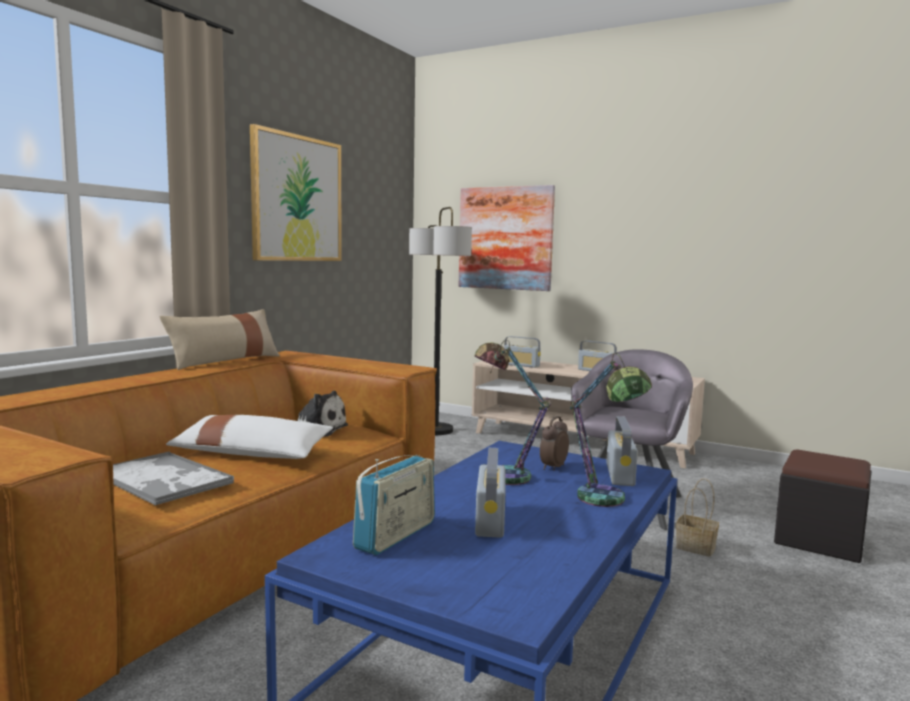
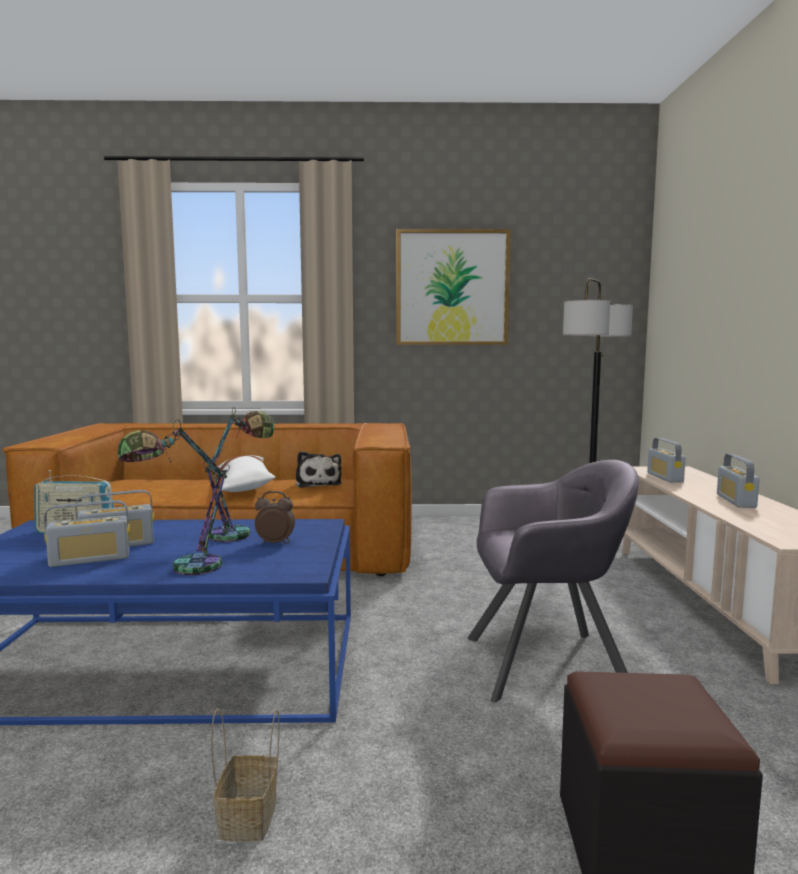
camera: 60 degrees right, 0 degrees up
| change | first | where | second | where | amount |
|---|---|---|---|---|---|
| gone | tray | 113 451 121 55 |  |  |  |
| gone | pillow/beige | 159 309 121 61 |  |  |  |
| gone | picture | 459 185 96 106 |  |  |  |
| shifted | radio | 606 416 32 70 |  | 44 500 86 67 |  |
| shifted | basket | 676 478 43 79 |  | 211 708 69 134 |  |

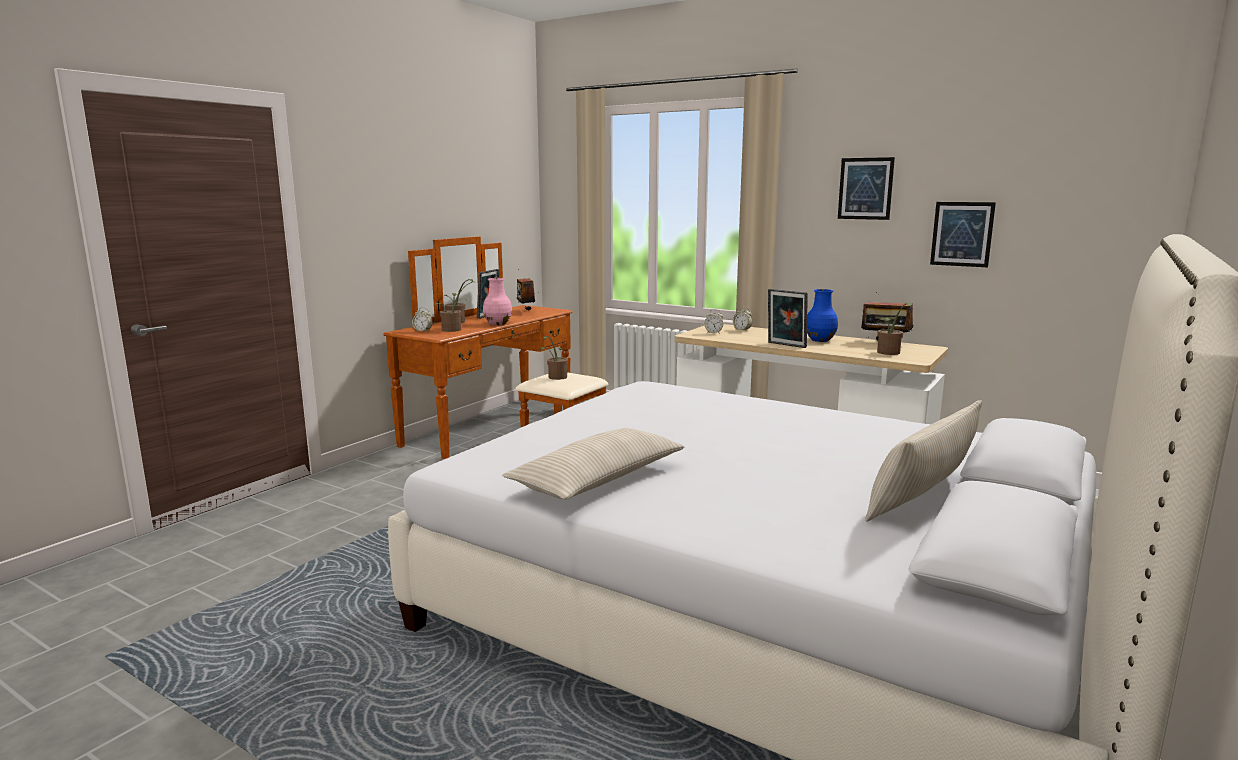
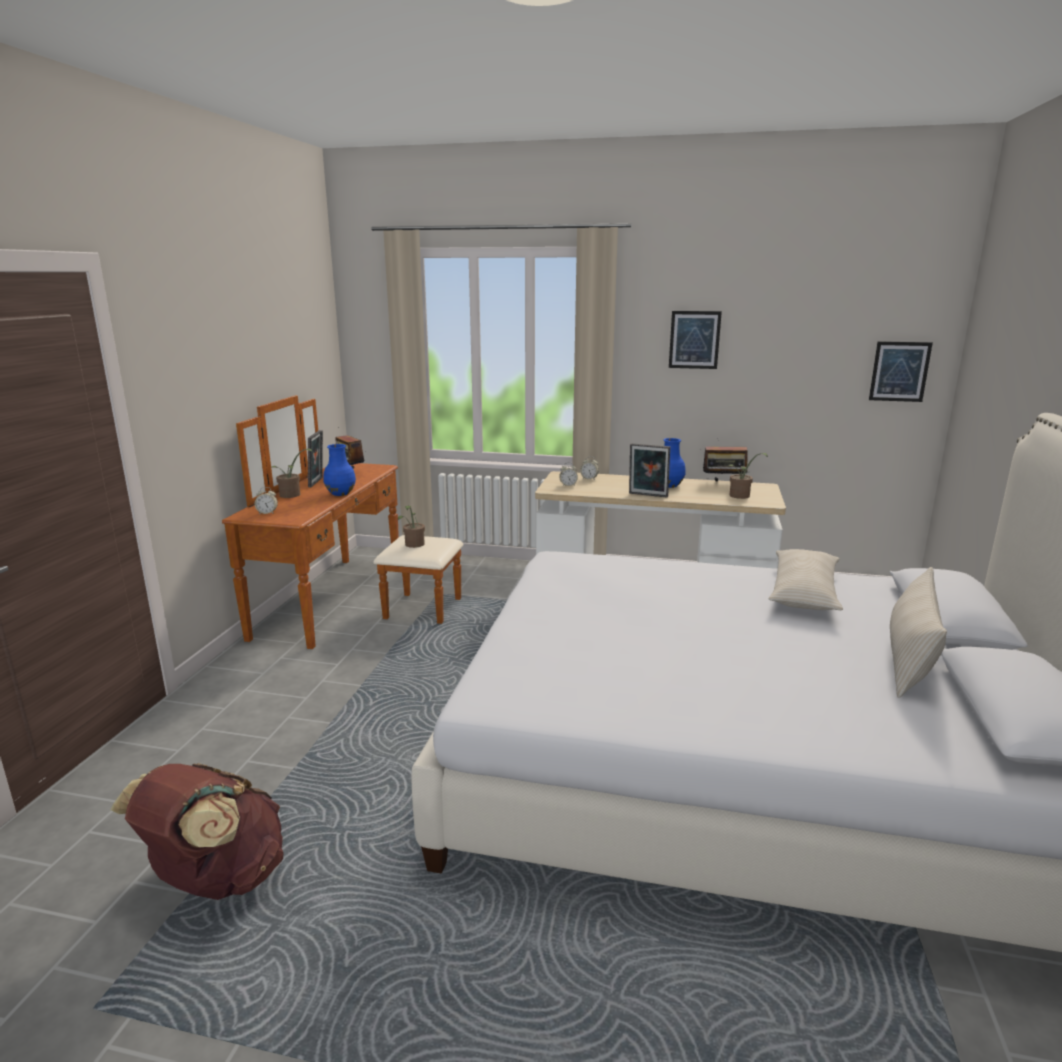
camera: 20 degrees left, 5 degrees up
| change | first | where | second | where | amount |
|---|---|---|---|---|---|
| gone | potted plant | 434 282 45 50 |  |  |  |
| new |  |  | backpack/brown | 110 763 173 137 |  |
| shifted | pillow/beige | 502 428 183 71 |  | 769 549 74 61 |  |
| shifted | picture | 930 202 66 65 |  | 869 341 64 61 |  |
| repainted | vase/pink | 483 278 29 47 | vase/blue | 323 444 33 52 |  |

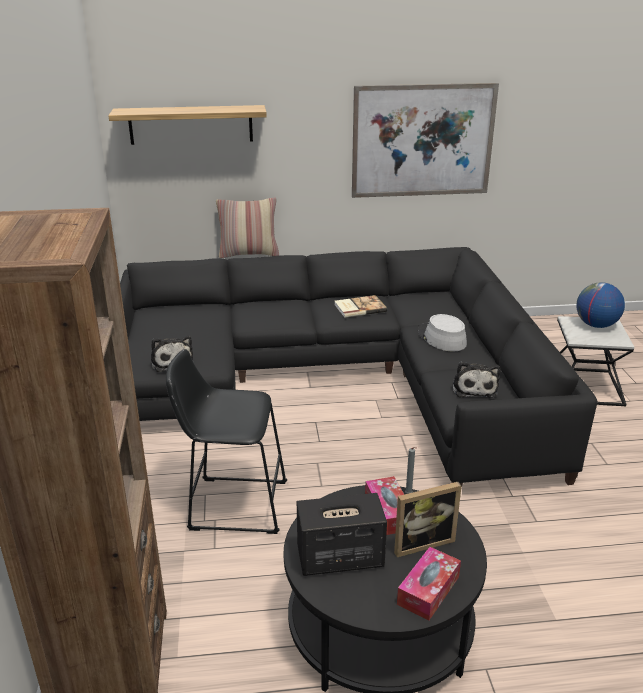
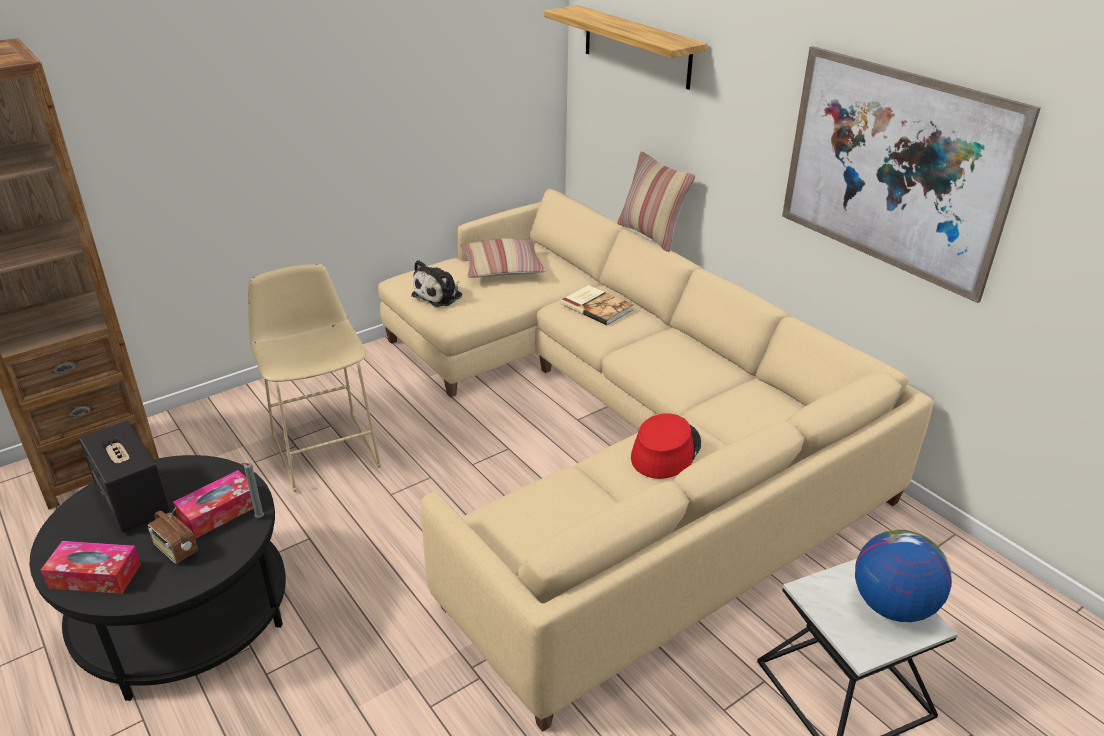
camera: 60 degrees right, 5 degrees up
| change | first | where | second | where | amount |
|---|---|---|---|---|---|
| gone | plush toy | 453 362 47 36 |  |  |  |
| new |  |  | pillow | 460 238 86 40 |  |
| shifted | book | 335 295 52 23 |  | 561 285 72 40 |  |
| swapped | picture frame | 394 482 67 75 | radio | 148 507 50 57 |  |
| repainted | sofa/black | 120 247 477 241 | sofa/beige | 378 189 556 543 |  |
| repainted | stool/black | 166 349 121 185 | stool/beige | 248 264 133 228 |  |
| repainted | hat/grey | 418 314 49 38 | hat/red | 631 413 70 66 |  |

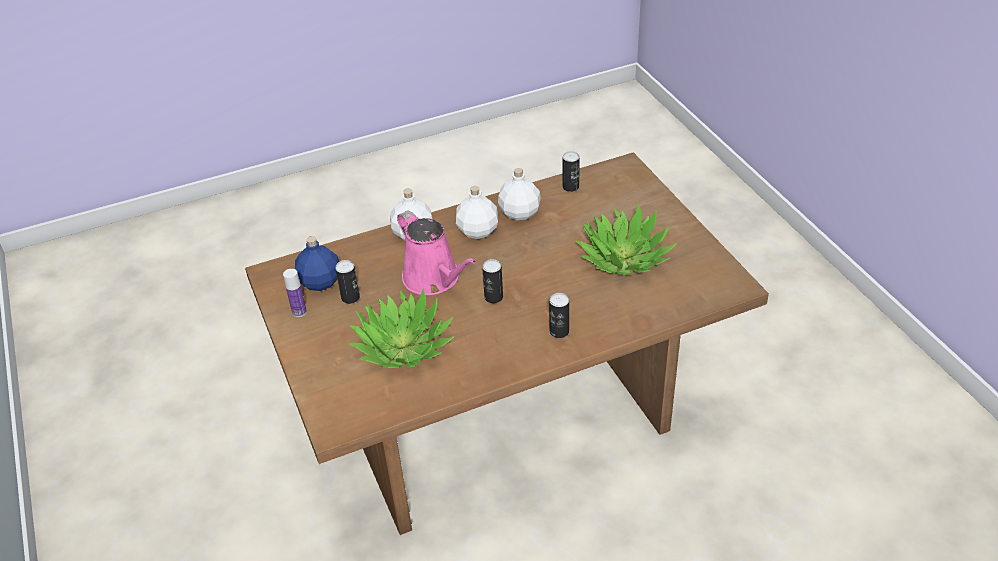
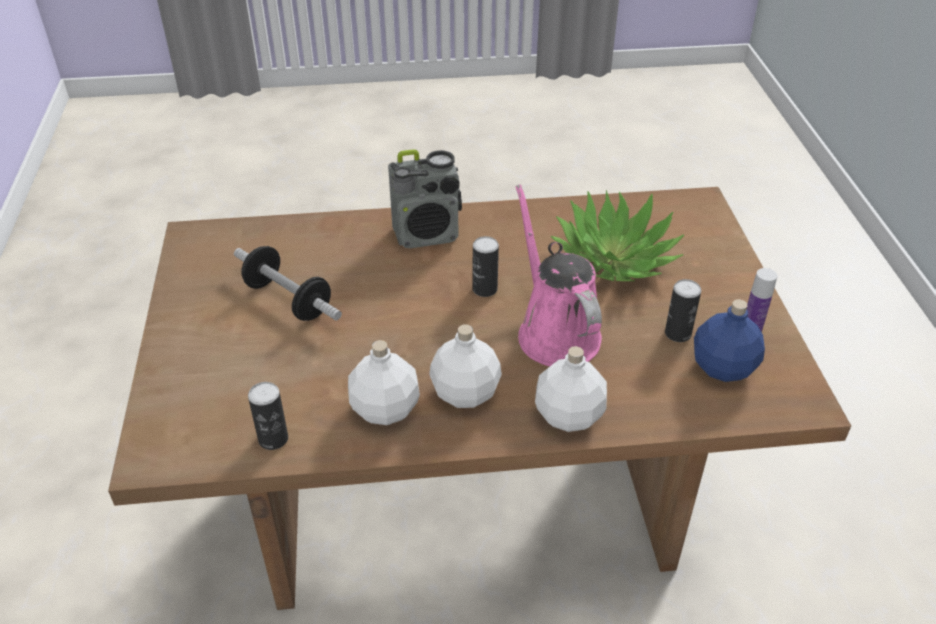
camera: 165 degrees left, 0 degrees up
| change | first | where | second | where | amount |
|---|---|---|---|---|---|
| swapped | can | 549 293 20 45 | radio | 388 149 74 99 |  |
| swapped | potted plant | 575 204 101 71 | dumbbell | 234 246 108 75 |  |

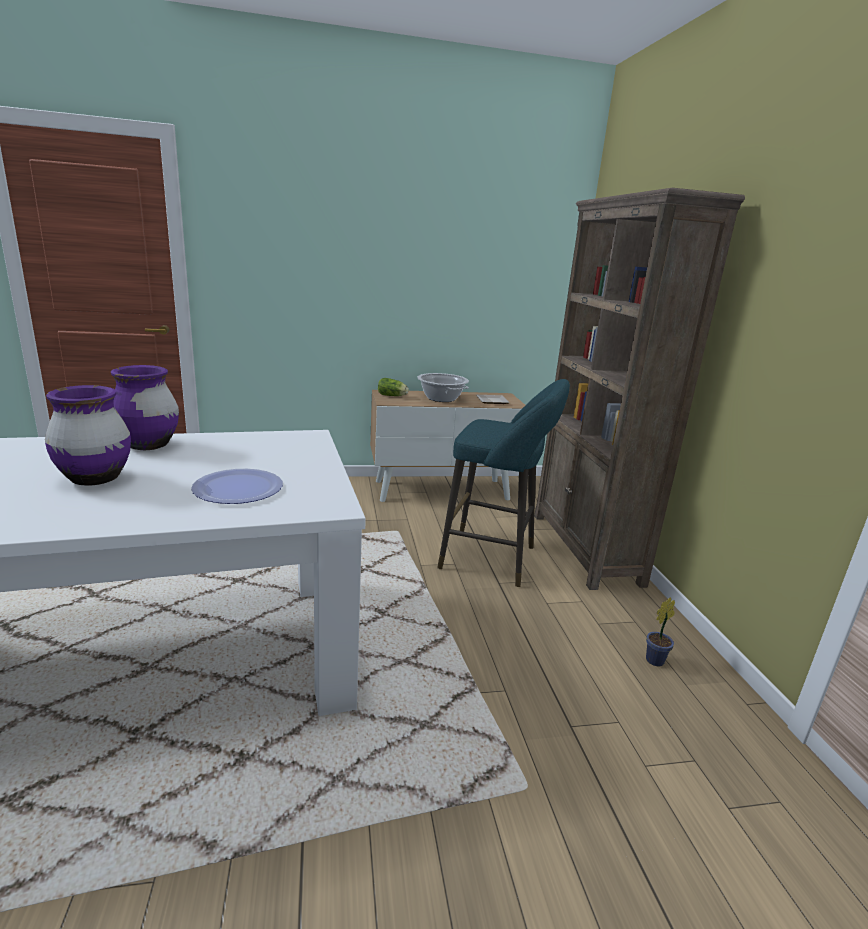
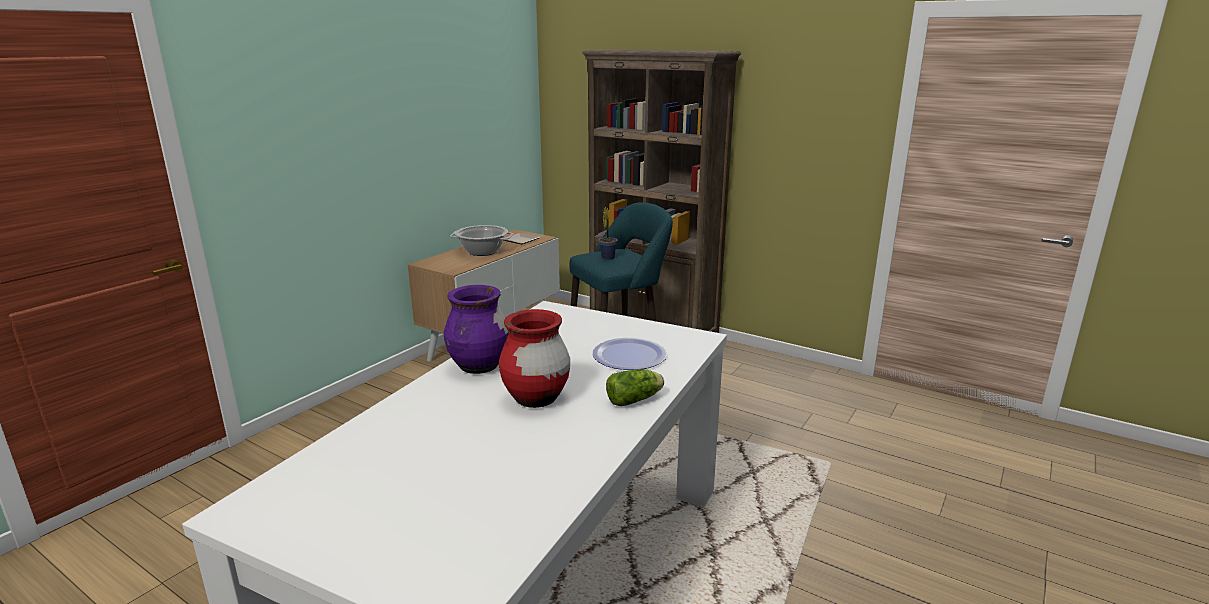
camera: 45 degrees left, 0 degrees up
| change | first | where | second | where | amount |
|---|---|---|---|---|---|
| shifted | lettuce | 378 378 31 18 |  | 606 369 58 37 |  |
| shifted | potted plant | 646 597 29 69 |  | 599 206 19 54 |  |
| repainted | vase/purple | 45 385 86 100 | vase/red | 499 309 71 99 |  |

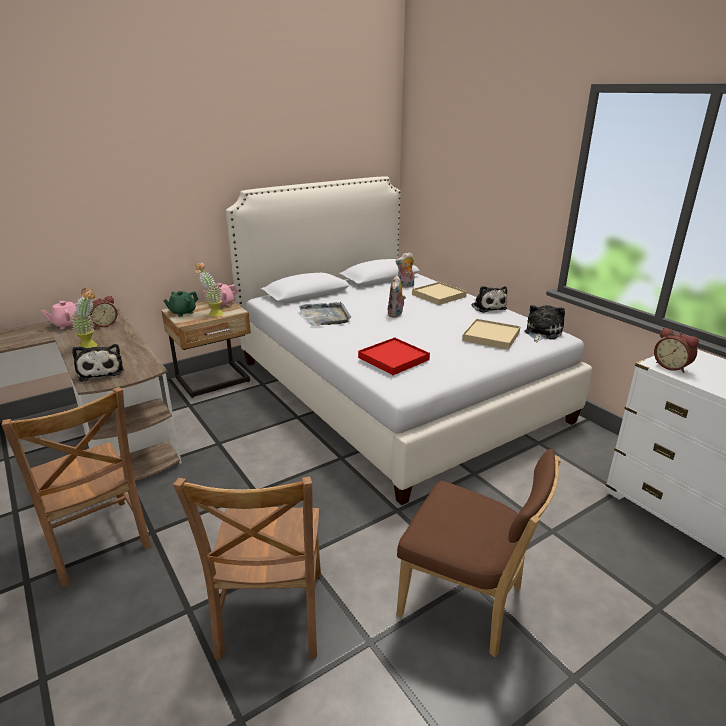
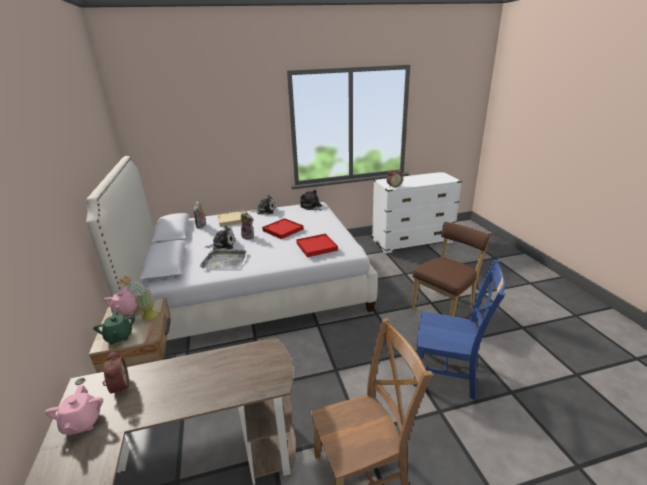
camera: 70 degrees left, 0 degrees up
| change | first | where | second | where | amount |
|---|---|---|---|---|---|
| gone | potted plant | 71 288 26 60 |  |  |  |
| gone | tray/beige | 462 319 59 31 |  |  |  |
| new |  |  | tray/red | 262 218 42 21 |  |
| shifted | plush toy | 72 344 52 38 |  | 204 225 31 25 |  |
| repainted | chair/brown | 173 476 148 184 | chair/blue | 413 260 93 140 |  |

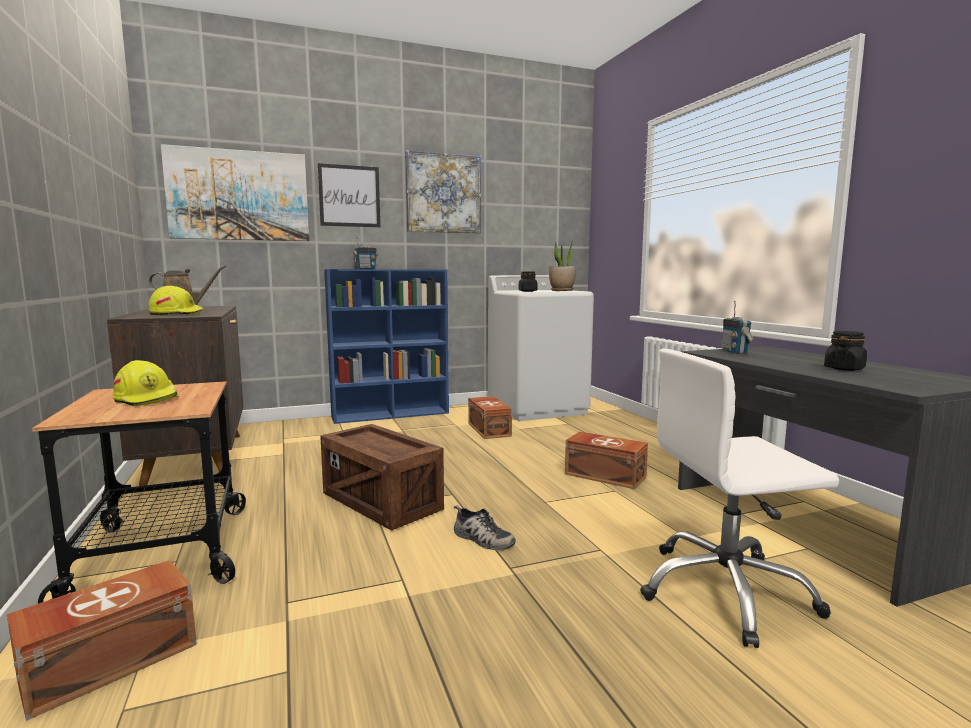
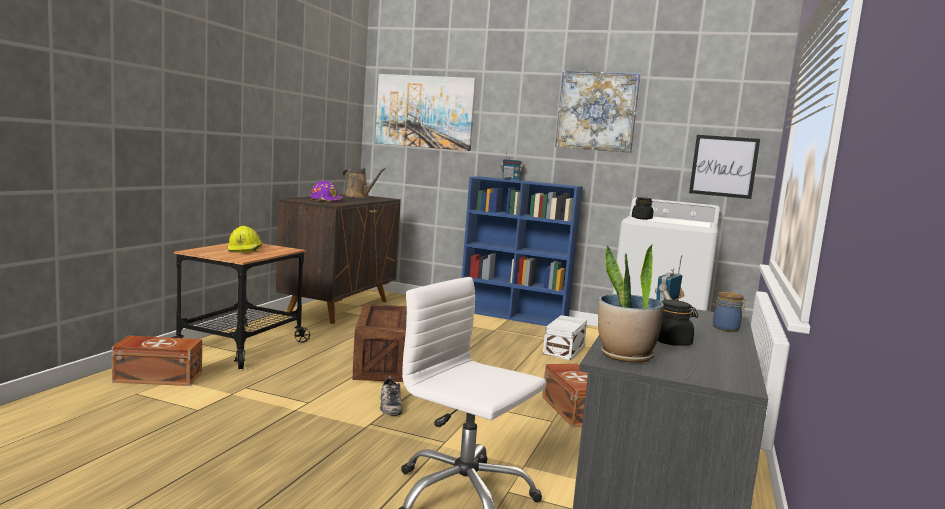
camera: 40 degrees right, 0 degrees up
| change | first | where | second | where | amount |
|---|---|---|---|---|---|
| new |  |  | jar | 713 292 34 40 |  |
| shifted | picture | 318 163 62 64 |  | 689 135 71 64 |  |
| shifted | potted plant | 549 240 27 51 |  | 598 245 66 118 |  |
| repainted | hard hat/yellow | 148 286 55 29 | hard hat/purple | 310 181 33 21 |  |
| repainted | storage box/brown | 468 396 44 43 | storage box/white | 543 315 44 45 |  |

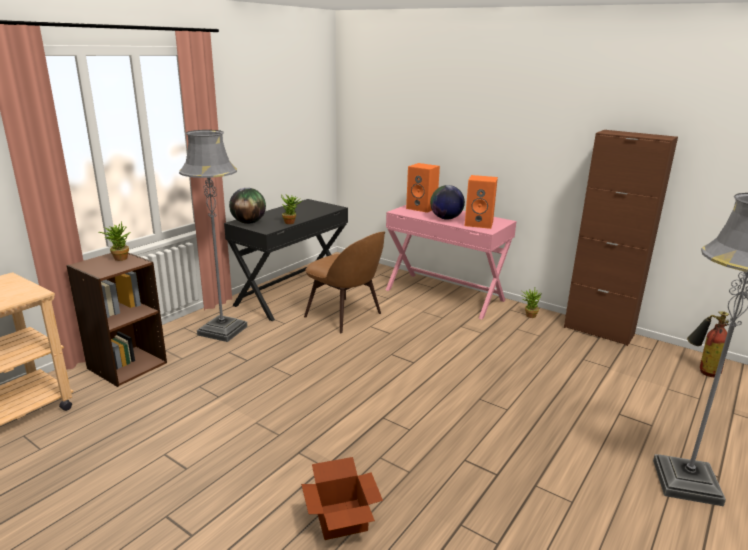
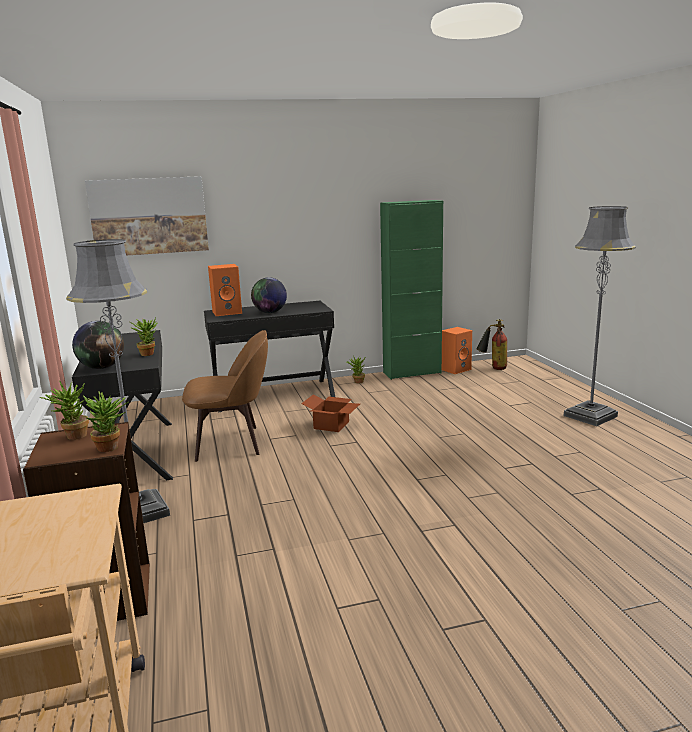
camera: 50 degrees left, 5 degrees down
| change | first | where | second | where | amount |
|---|---|---|---|---|---|
| new |  |  | potted plant | 83 391 46 61 |  |
| new |  |  | picture | 85 176 124 80 |  |
| shifted | cardboard box | 301 457 82 83 |  | 301 395 59 37 |  |
| shifted | speaker/orange | 465 175 33 54 |  | 442 327 30 47 |  |
| repainted | desk/pink | 386 205 131 114 | desk/black | 204 301 131 111 |  |
| repainted | cabinet/brown | 564 130 114 216 | cabinet/green | 380 200 63 180 |  |

